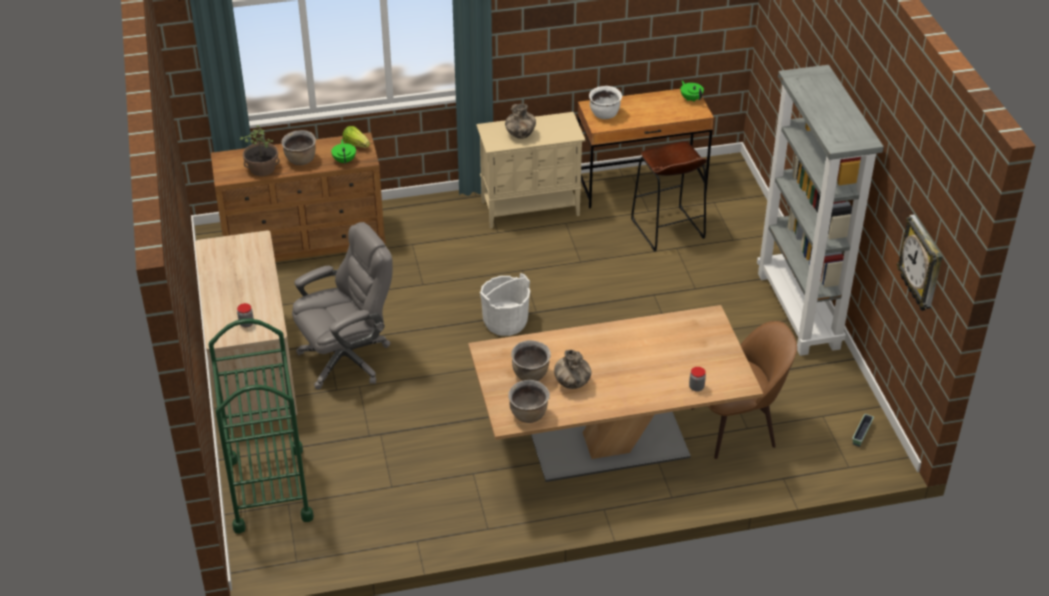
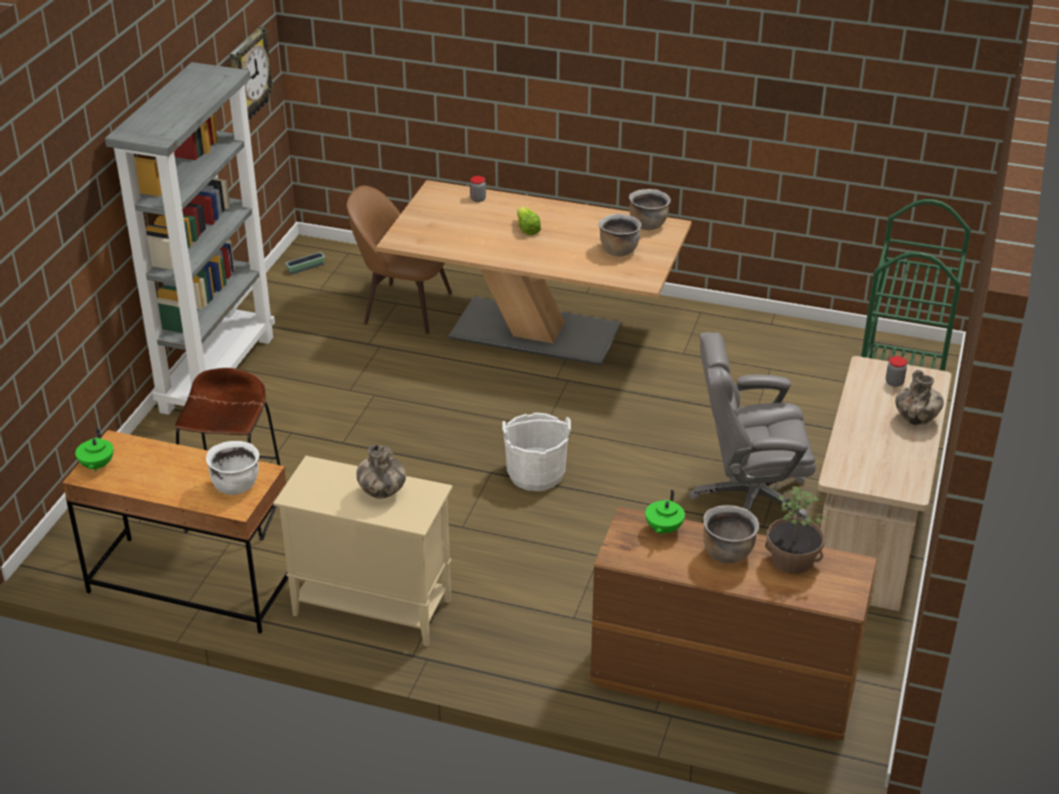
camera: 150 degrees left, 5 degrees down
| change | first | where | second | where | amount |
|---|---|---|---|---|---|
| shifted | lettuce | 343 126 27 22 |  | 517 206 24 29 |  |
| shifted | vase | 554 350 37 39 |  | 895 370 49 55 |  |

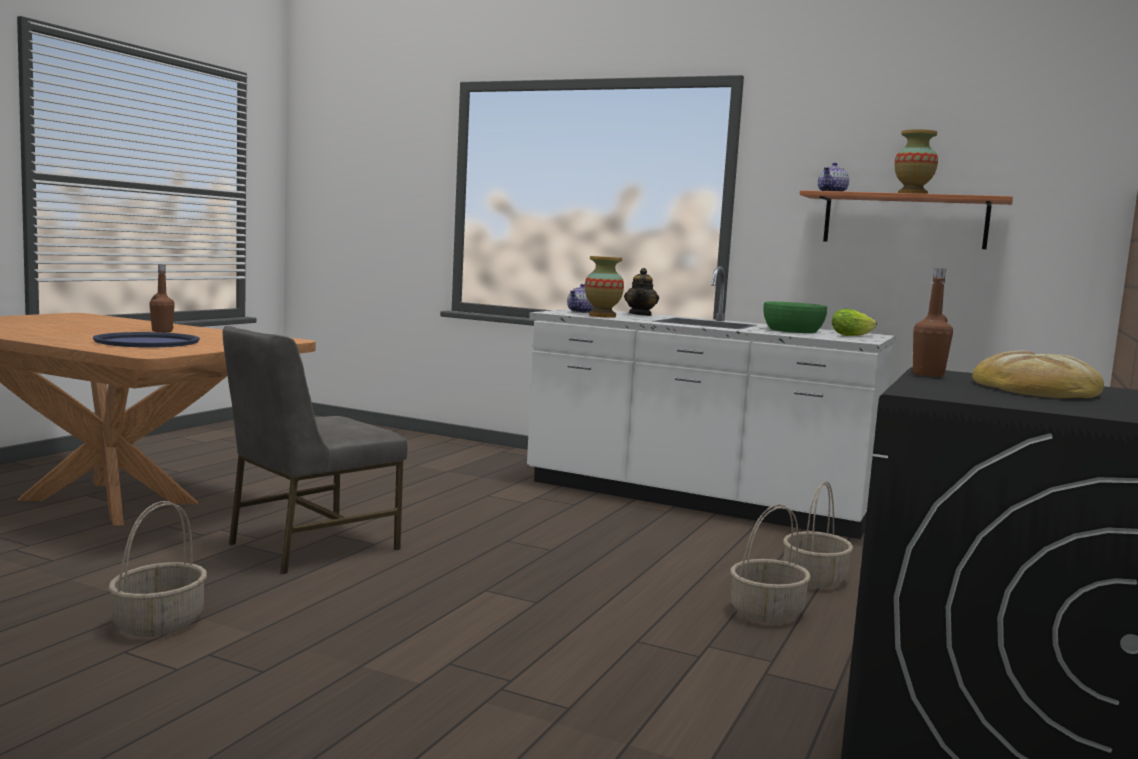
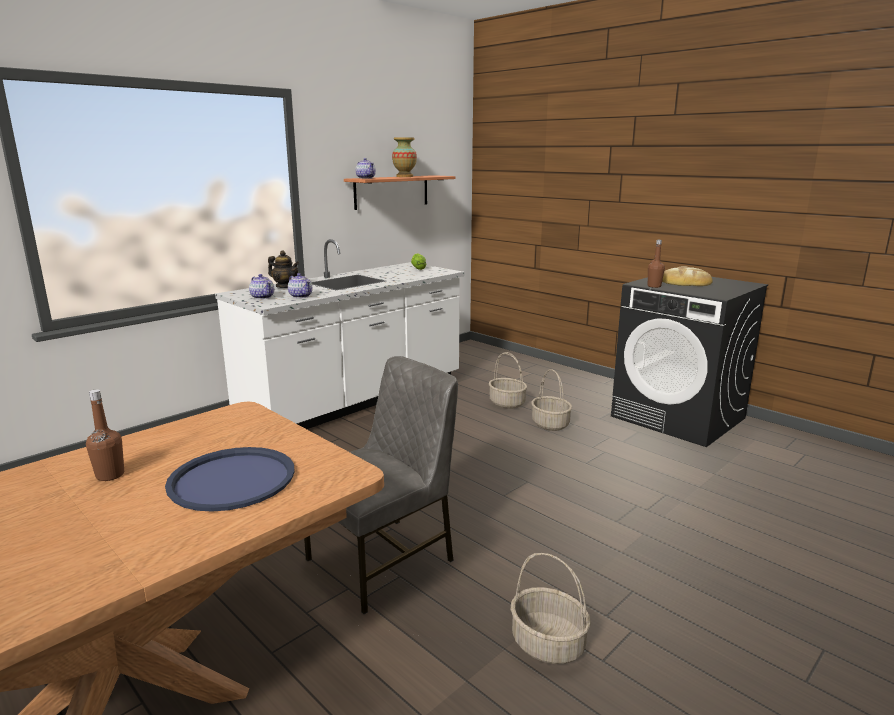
camera: 70 degrees left, 10 degrees up
| change | first | where | second | where | amount |
|---|---|---|---|---|---|
| gone | bowl/green | 763 301 64 32 |  |  |  |
| swapped | vase | 585 256 39 62 | teapot | 288 273 24 25 |  |
| rotated | chair/grey | 223 325 185 249 |  | 304 356 154 258 | 105 degrees counterclockwise |

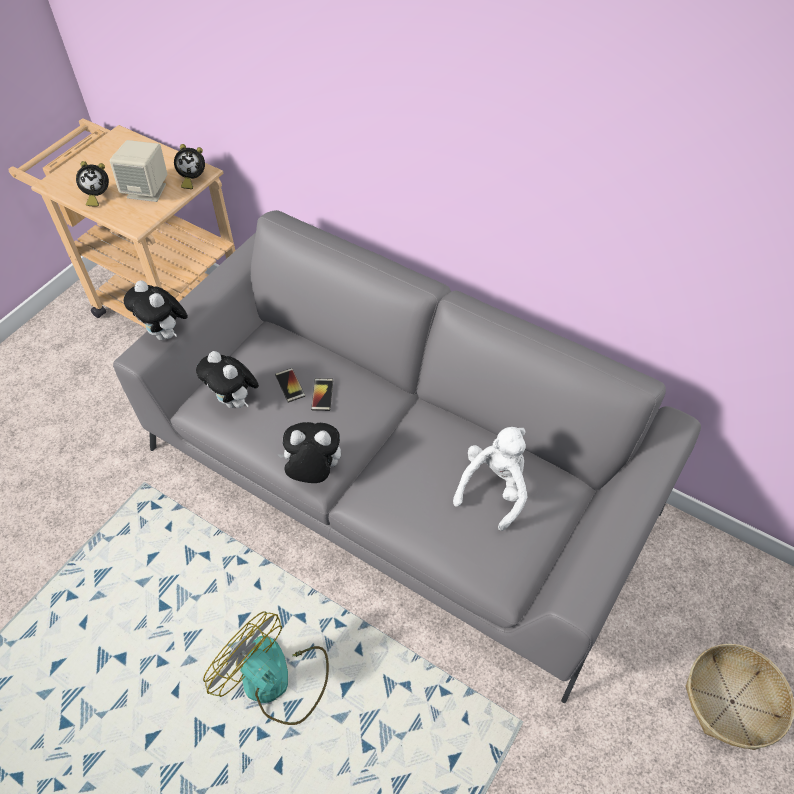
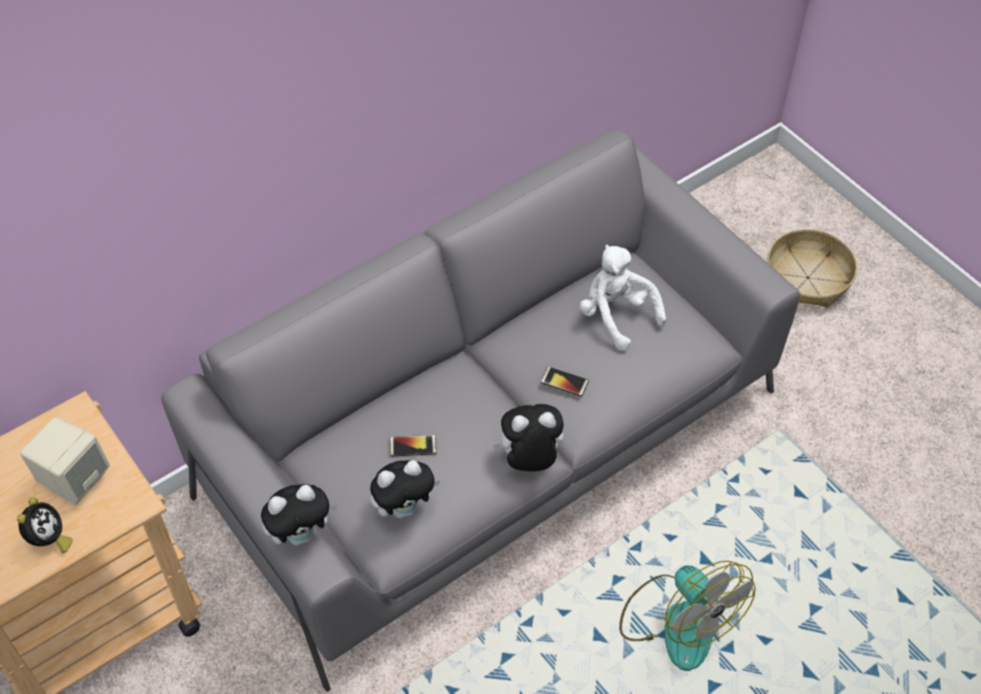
camera: 70 degrees left, 0 degrees up
| change | first | where | second | where | amount |
|---|---|---|---|---|---|
| gone | alarm clock | 174 144 31 45 |  |  |  |
| shifted | phone | 311 378 22 33 |  | 540 366 49 31 |  |
| rotated | fan | 203 611 126 114 |  | 619 561 137 110 | 90 degrees counterclockwise |
| rotated | plush toy | 277 422 64 61 |  | 493 404 71 67 | 60 degrees clockwise |

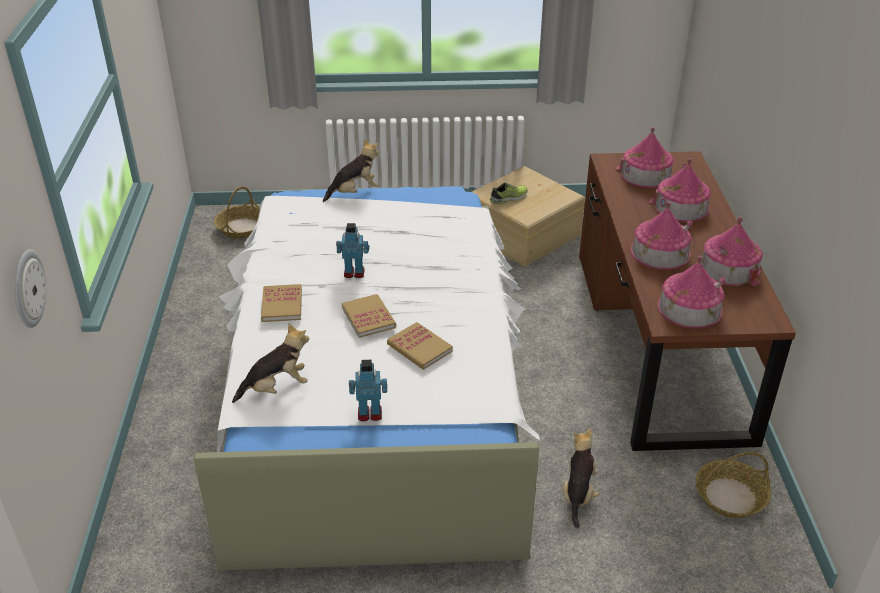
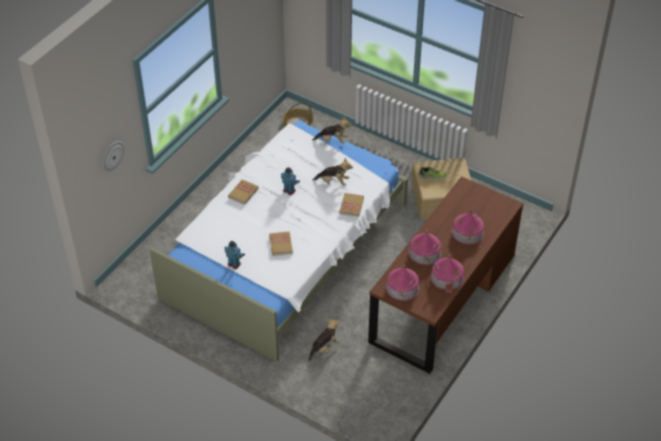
camera: 35 degrees right, 10 degrees up
| change | first | where | second | where | amount |
|---|---|---|---|---|---|
| gone | toy house | 615 127 59 61 |  |  |  |
| gone | basket | 696 452 75 66 |  |  |  |
| shifted | plush toy | 232 323 77 80 |  | 312 158 41 28 |  |
| shifted | book | 342 294 54 44 |  | 340 193 24 24 |  |

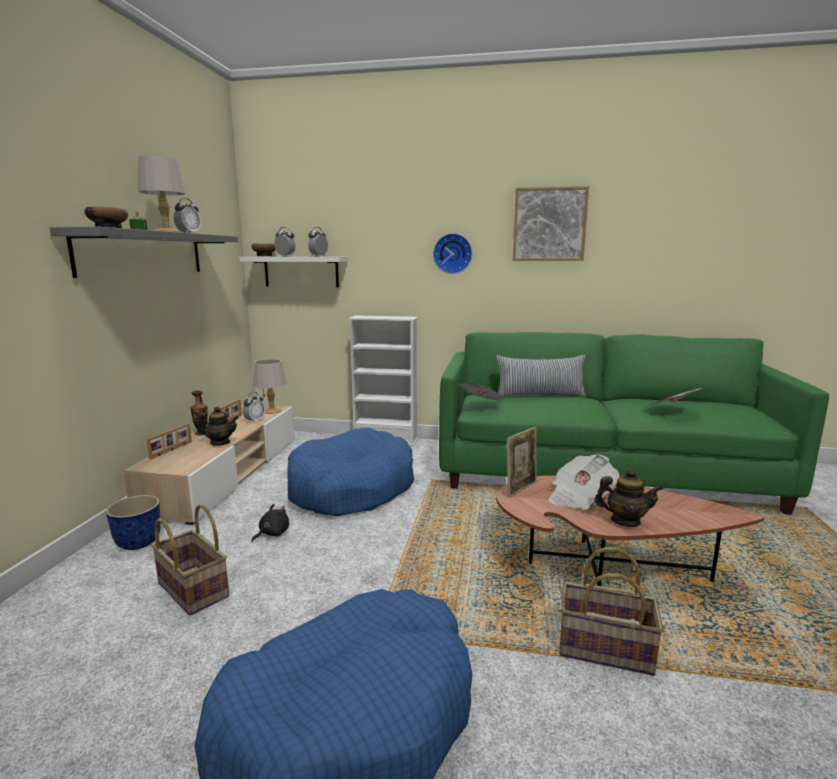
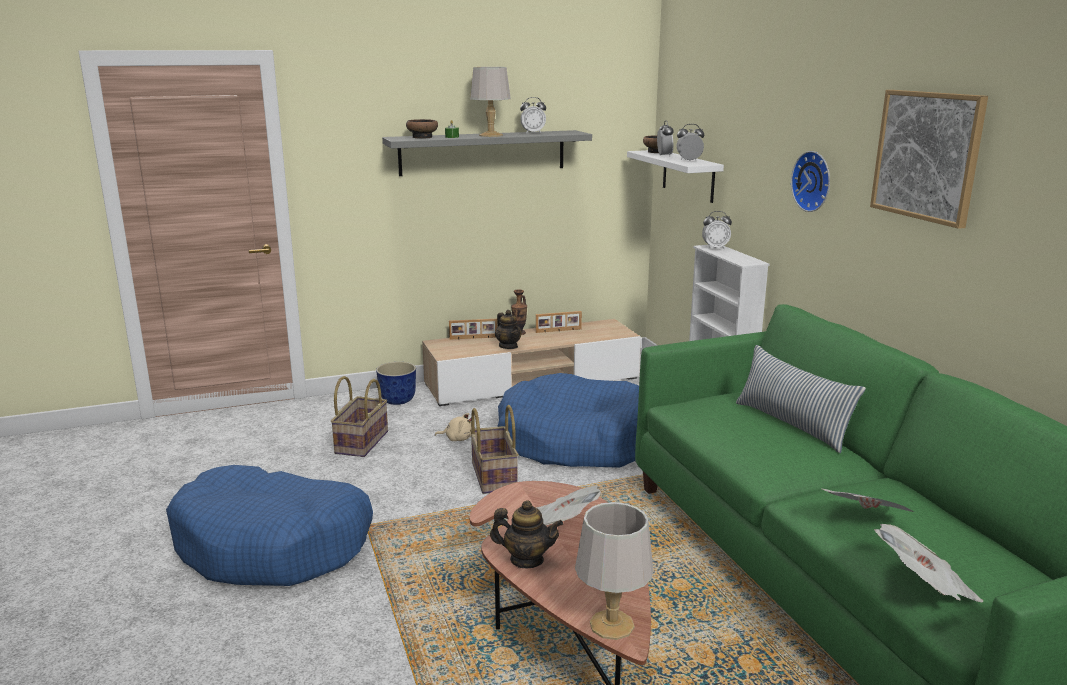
camera: 60 degrees right, 5 degrees up
| change | first | where | second | where | amount |
|---|---|---|---|---|---|
| gone | picture frame | 507 427 30 70 |  |  |  |
| shifted | alarm clock | 242 392 23 30 |  | 702 211 30 38 |  |
| shifted | table lamp/grey | 253 359 34 55 |  | 575 502 78 138 |  |
| shifted | newspaper | 458 383 45 18 |  | 874 524 109 78 |  |
| shifted | basket | 559 547 105 129 |  | 470 405 49 89 |  |
| repainted | plush toy/black | 251 504 38 38 | plush toy/beige | 435 413 36 28 |  |
| rotated | teapot | 594 469 69 58 |  | 490 500 73 68 | 60 degrees counterclockwise |

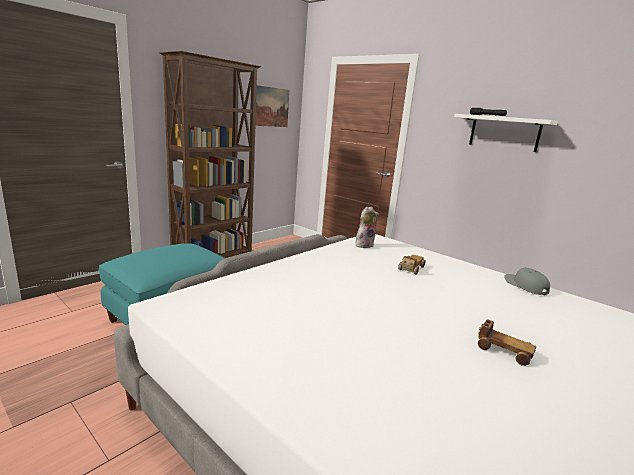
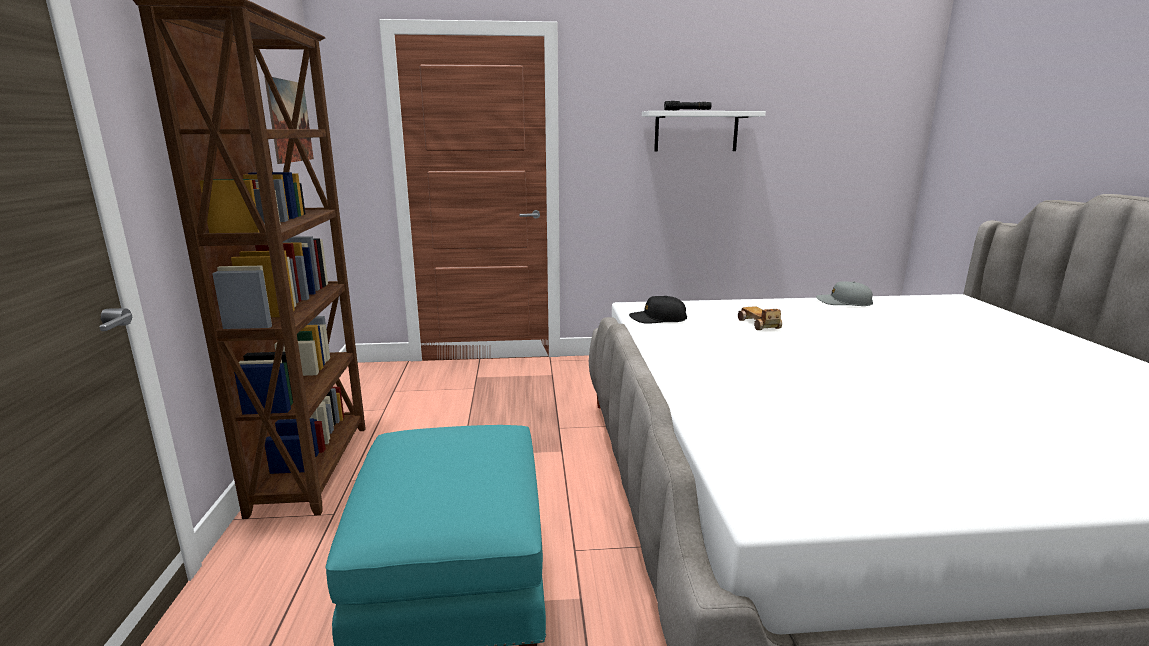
camera: 45 degrees left, 0 degrees up
| change | first | where | second | where | amount |
|---|---|---|---|---|---|
| gone | toy car | 478 319 58 47 |  |  |  |
| swapped | plush toy | 356 206 23 42 | cap/black | 629 296 58 28 |  |

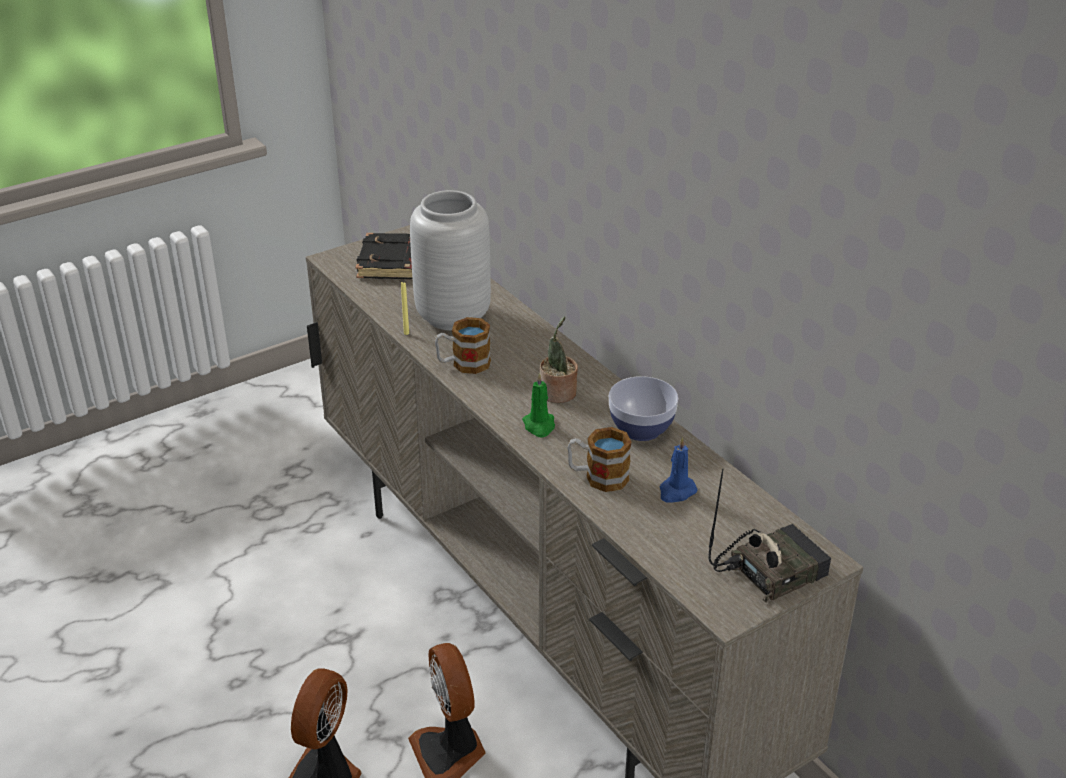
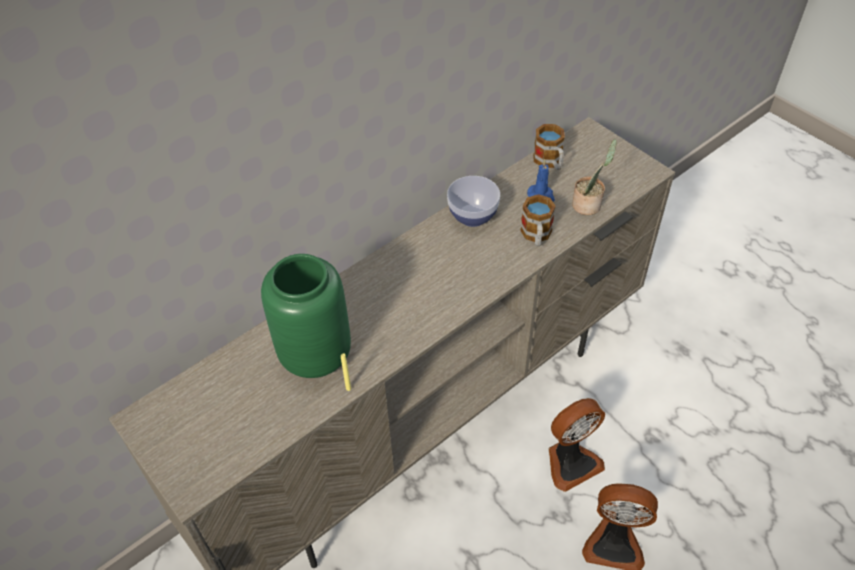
camera: 95 degrees left, 15 degrees up
| change | first | where | second | where | amount |
|---|---|---|---|---|---|
| gone | book/black | 355 233 57 46 |  |  |  |
| gone | candle/green | 522 372 33 65 |  |  |  |
| gone | radio | 709 468 122 135 |  |  |  |
| shifted | mug | 435 317 56 57 |  | 533 124 32 46 |  |
| shifted | potted plant | 540 316 38 87 |  | 572 139 45 76 |  |
| repainted | vase/grey | 410 190 81 141 | vase/green | 261 254 90 124 |  |

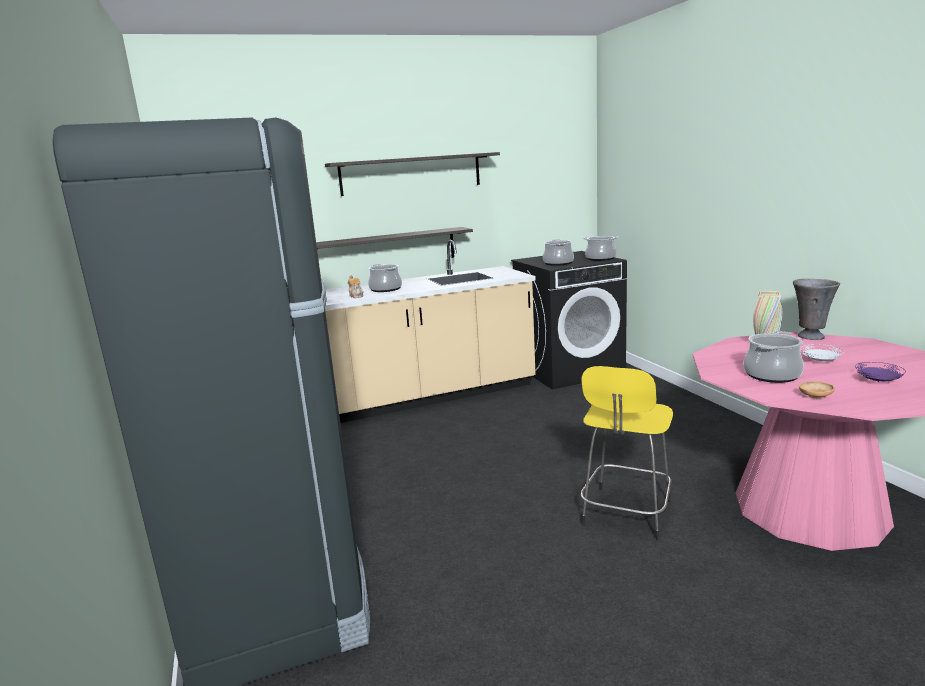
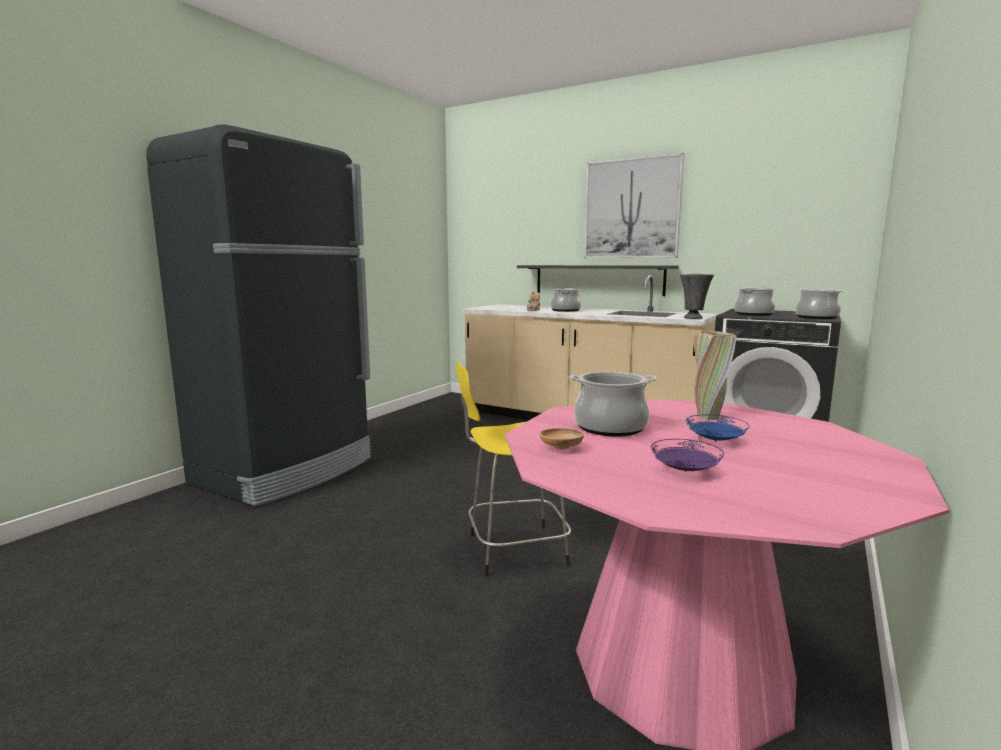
camera: 50 degrees right, 5 degrees down
| change | first | where | second | where | amount |
|---|---|---|---|---|---|
| shifted | vase/grey | 793 279 47 61 |  | 680 274 34 45 |  |
| swapped | shelf | 325 152 175 44 | picture | 584 153 100 105 |  |
| repainted | plate/white | 800 344 44 18 | plate/blue | 686 415 64 27 |  |

